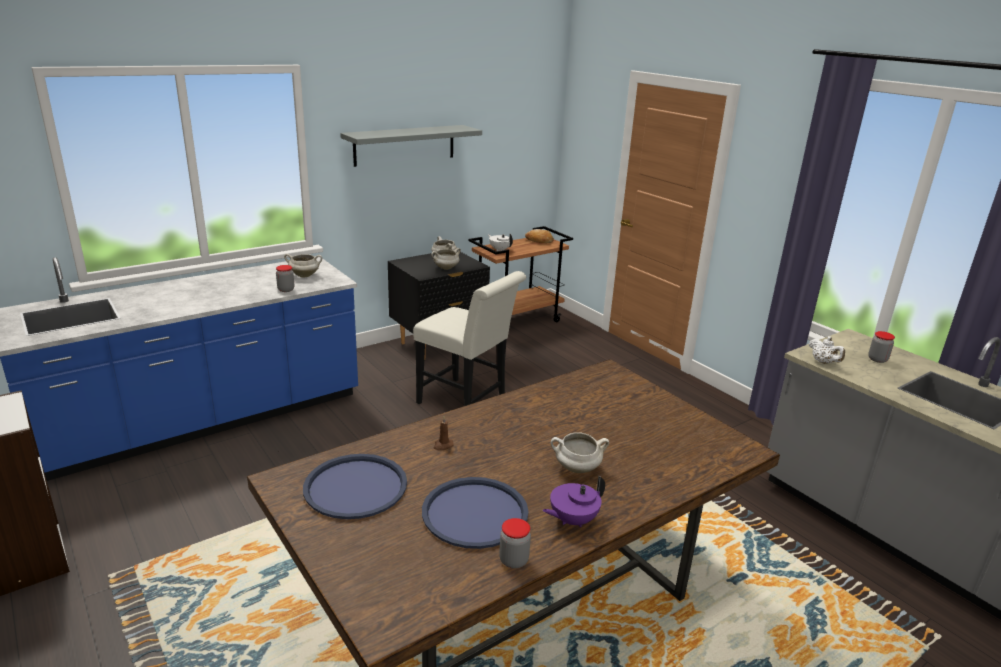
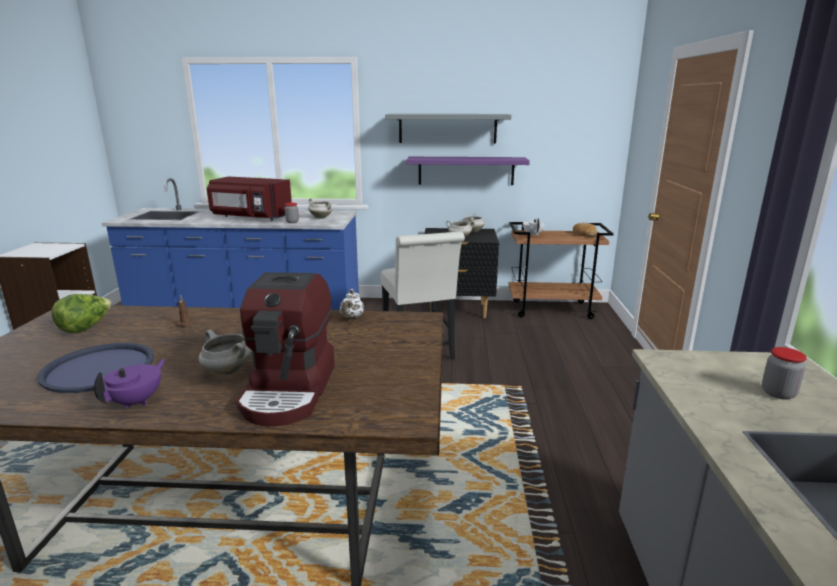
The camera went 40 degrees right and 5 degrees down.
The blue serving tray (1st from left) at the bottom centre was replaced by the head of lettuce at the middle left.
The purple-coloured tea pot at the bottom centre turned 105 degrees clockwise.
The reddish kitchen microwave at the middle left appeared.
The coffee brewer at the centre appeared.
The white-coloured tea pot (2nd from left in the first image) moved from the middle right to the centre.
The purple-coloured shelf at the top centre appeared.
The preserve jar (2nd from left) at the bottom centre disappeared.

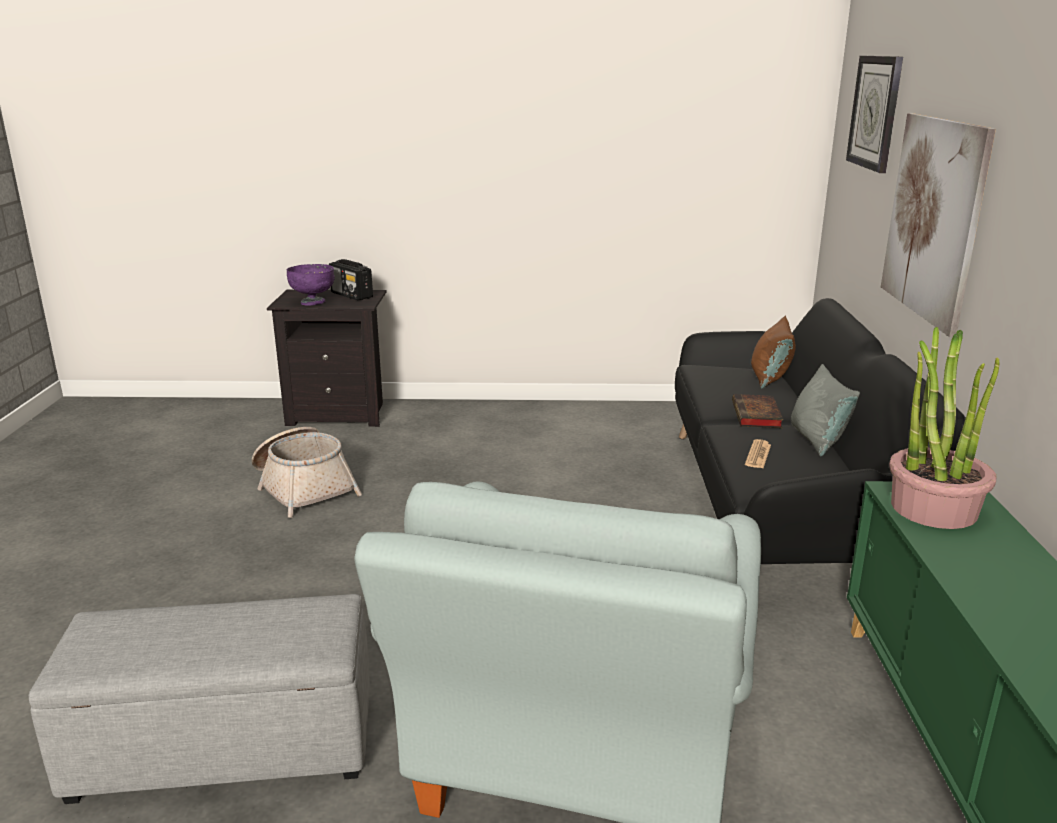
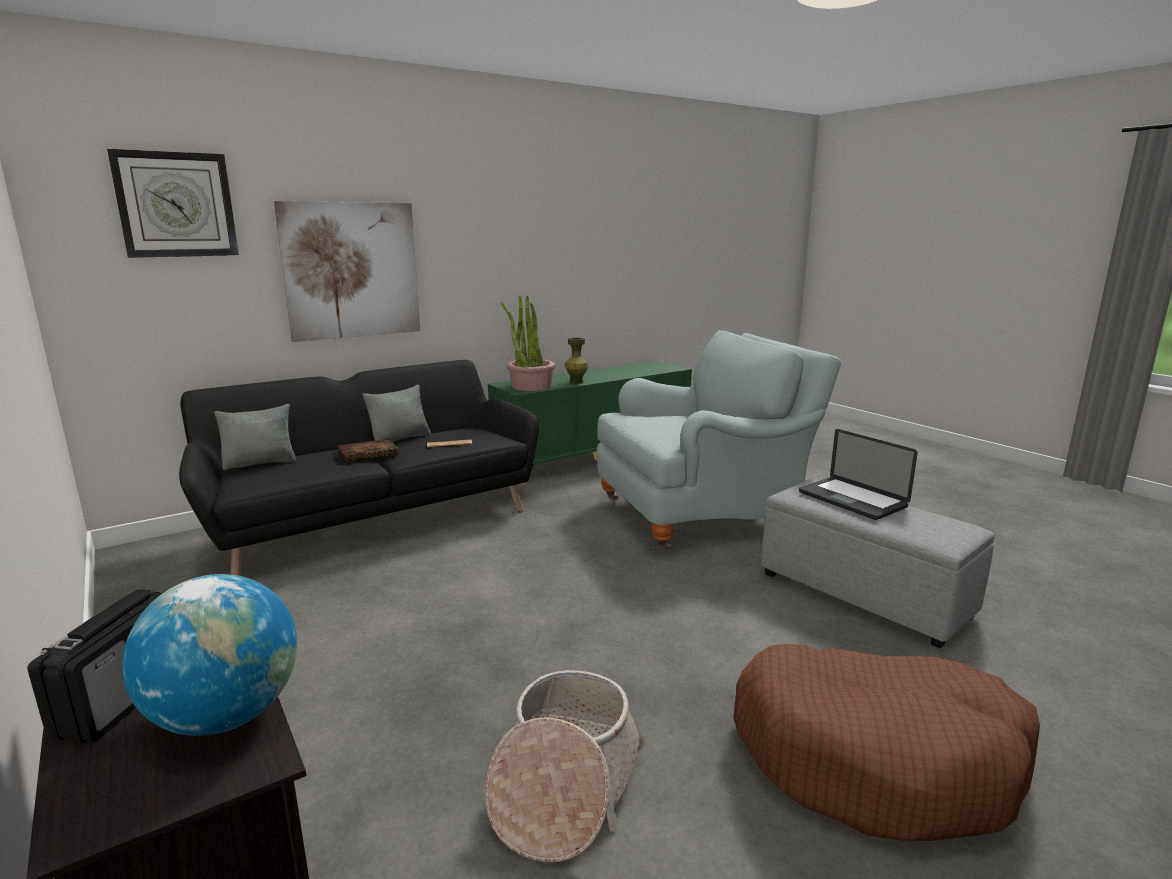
The camera went 125 degrees left and 5 degrees down.
The purple-coloured serving bowl at the middle left was replaced by the globe at the bottom left.
The brown-coloured throw pillow at the middle right became the gray throw pillow (1st from left) at the middle left.
The greenish vase at the centre appeared.
The brown-coloured pet bed at the bottom right appeared.
The portable computer at the middle right appeared.

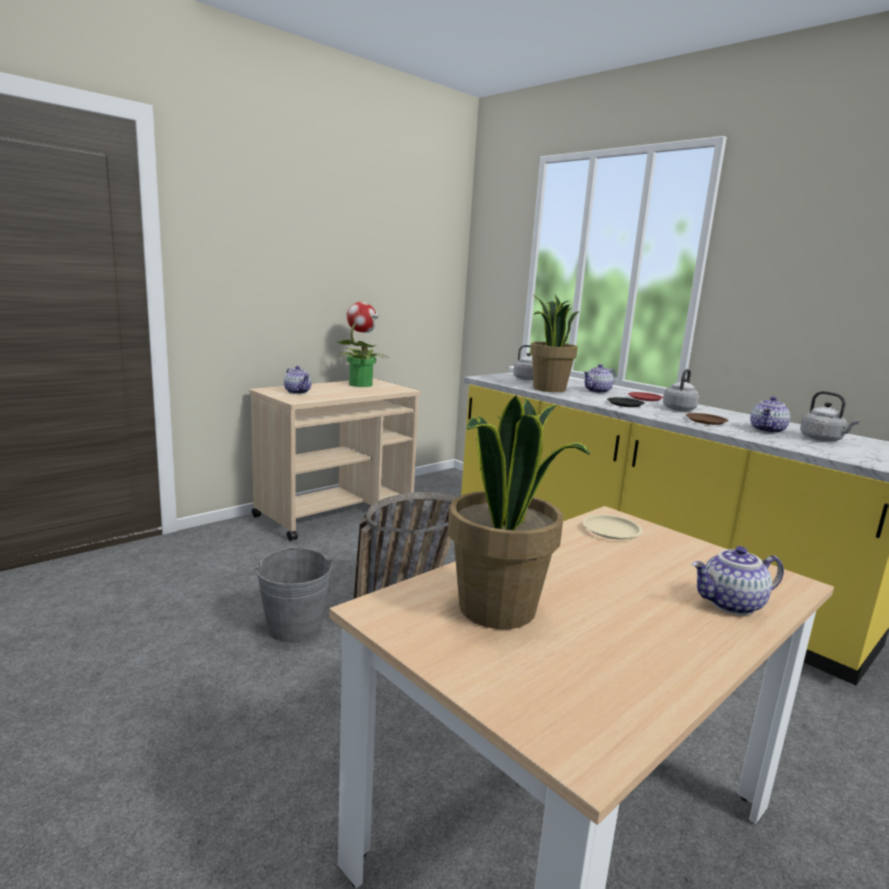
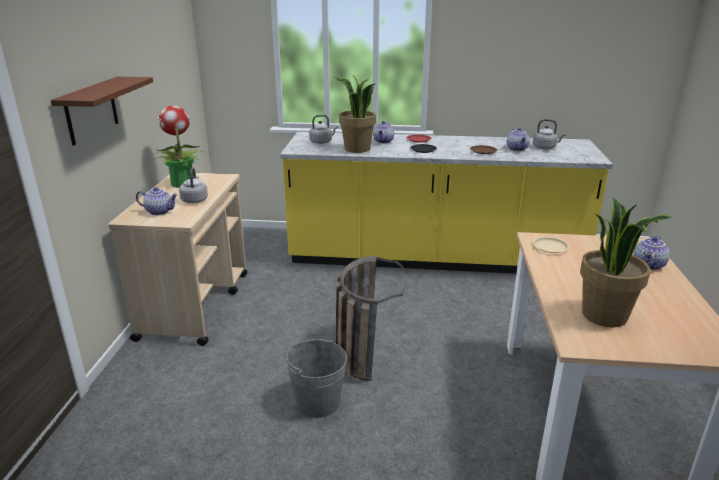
The camera went 40 degrees left and 10 degrees up.
The brown-coloured shelf at the top left appeared.
The gray tea kettle (2nd from left in the first image) moved from the middle right to the middle left.

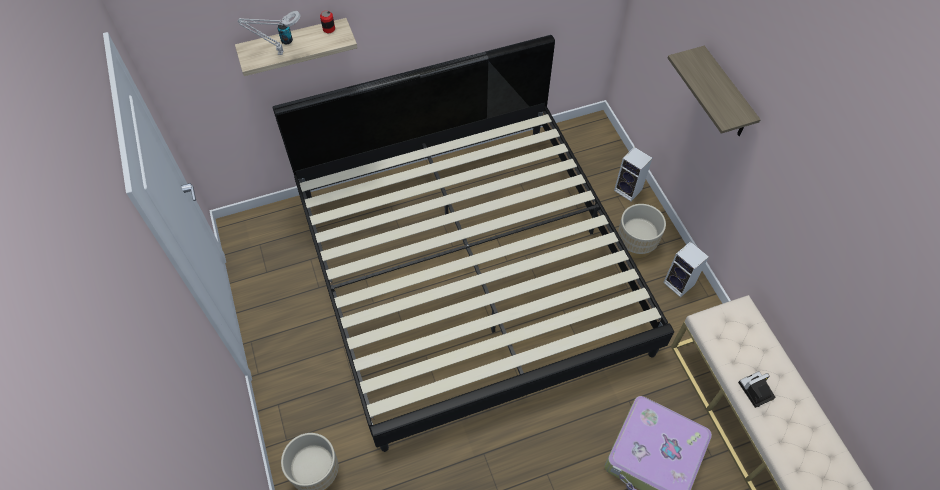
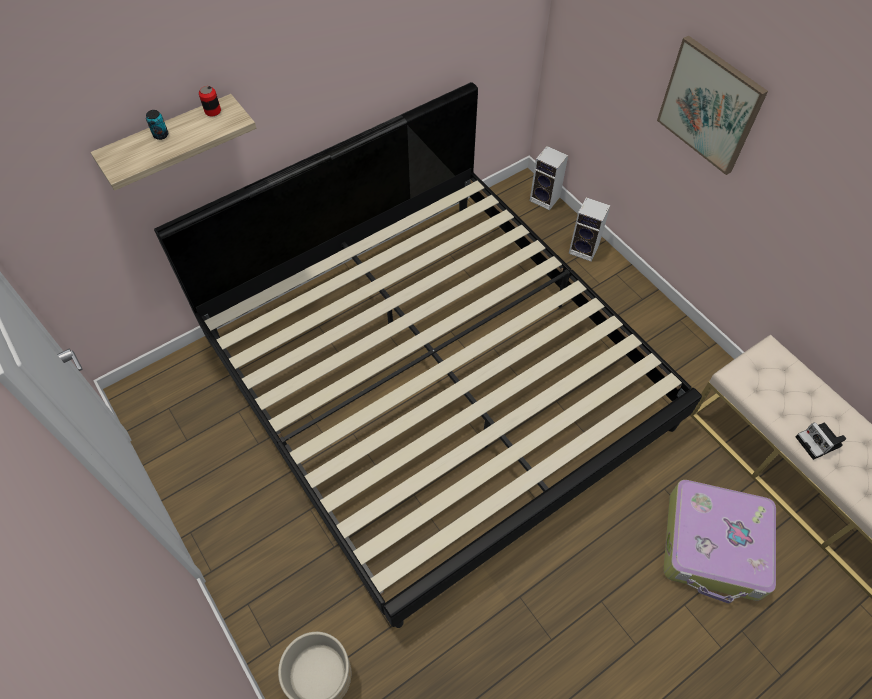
The camera went 15 degrees left and 0 degrees up.
The loudspeaker (2nd from left in the first image) moved from the middle right to the top centre.
The shelf (2nd from left) at the top right was replaced by the wall art at the top right.
The photo camera at the bottom right turned 75 degrees counterclockwise.
The gray lamp for a table at the top left disappeared.
The beige-coloured plant pot (2nd from left) at the middle right disappeared.

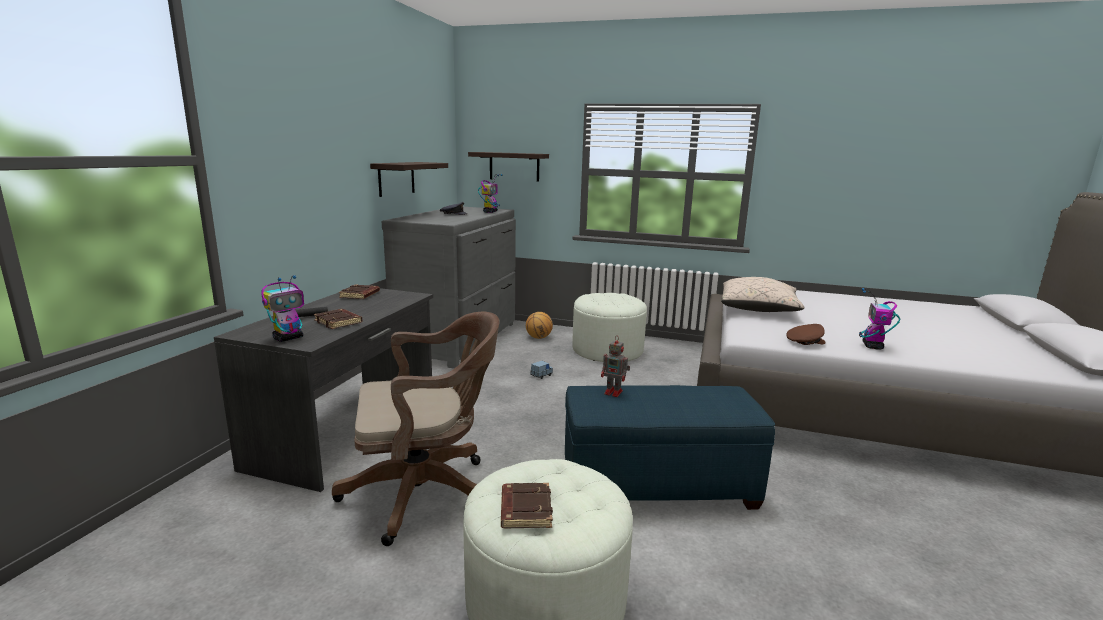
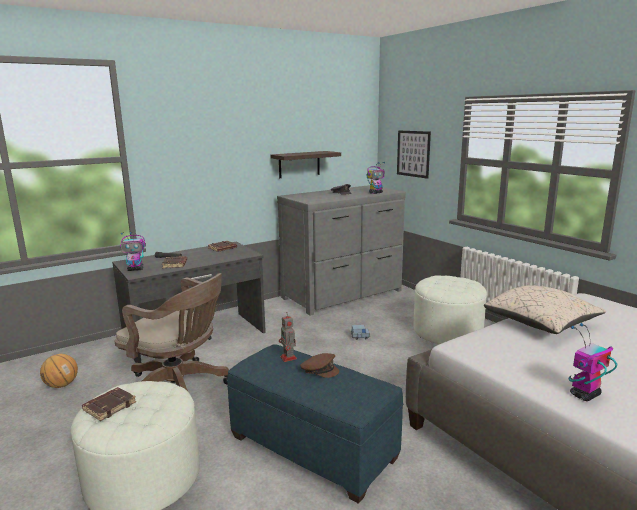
The camera went 40 degrees right and 0 degrees up.
The basketball moved from the centre to the bottom left.
The brown-coloured baseball cap moved from the middle right to the bottom centre.
The shelf (2nd from left) at the top centre was replaced by the wall art at the top centre.

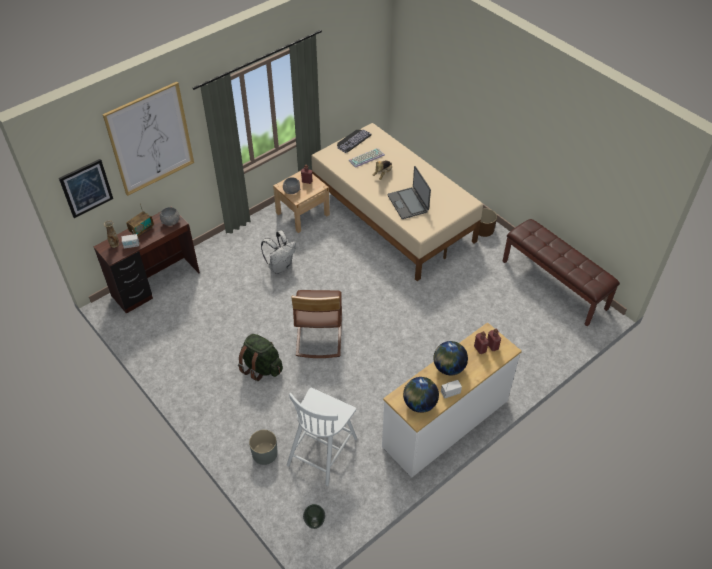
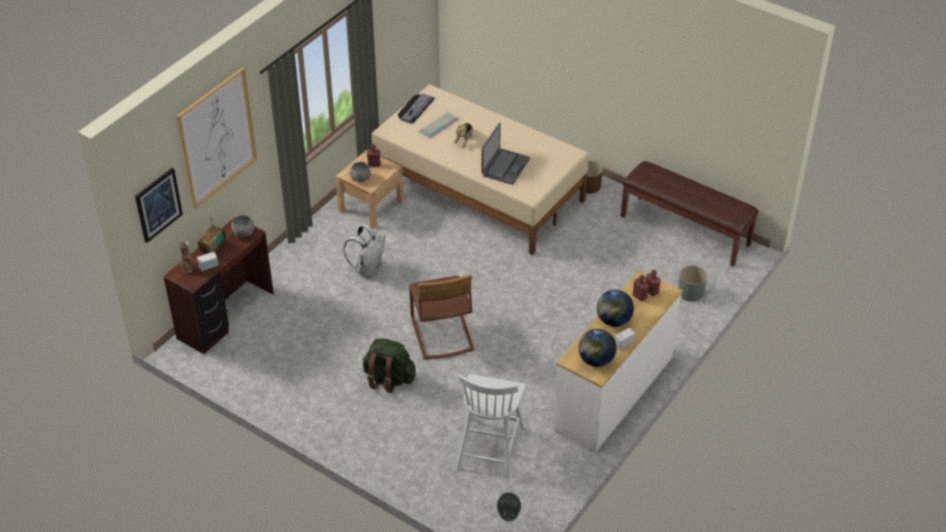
The camera went 15 degrees left and 5 degrees down.
The portable computer at the centre turned 120 degrees counterclockwise.
The gray plant pot moved from the bottom centre to the middle right.

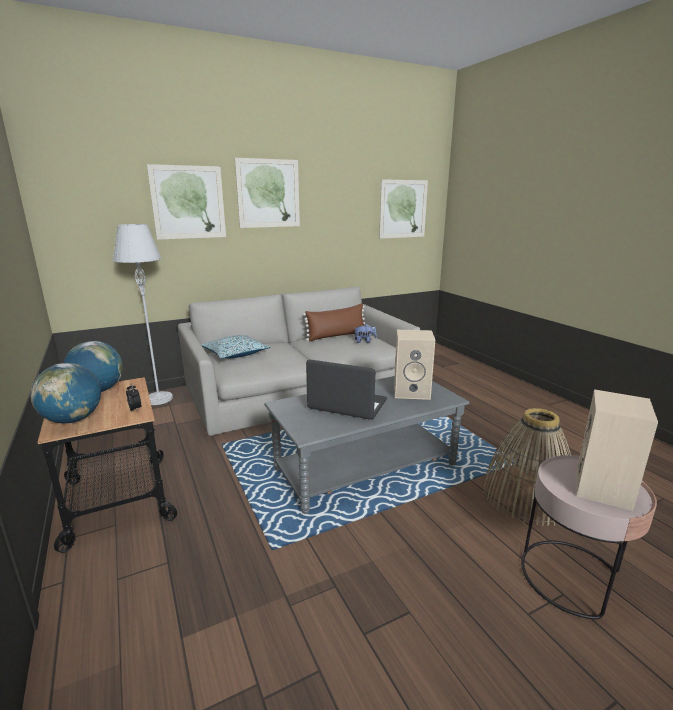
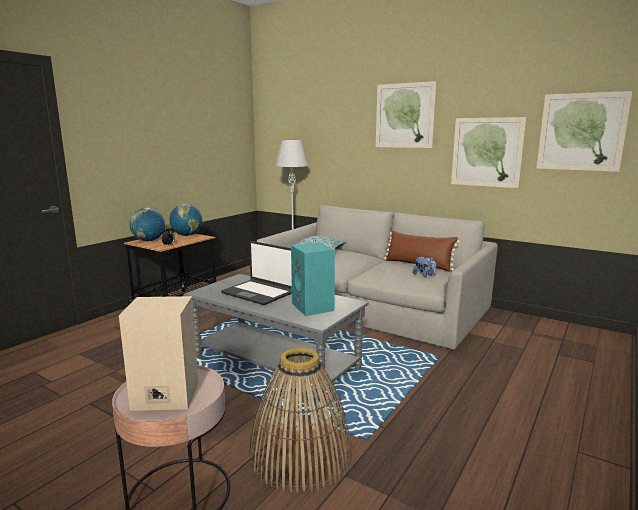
The camera went 60 degrees right and 5 degrees down.
The portable computer at the centre turned 135 degrees clockwise.
The beige-coloured loudspeaker (1st from left) at the centre became the turquoise loudspeaker at the centre.
The wall art (1st from left in the first image) moved from the top left to the top right.

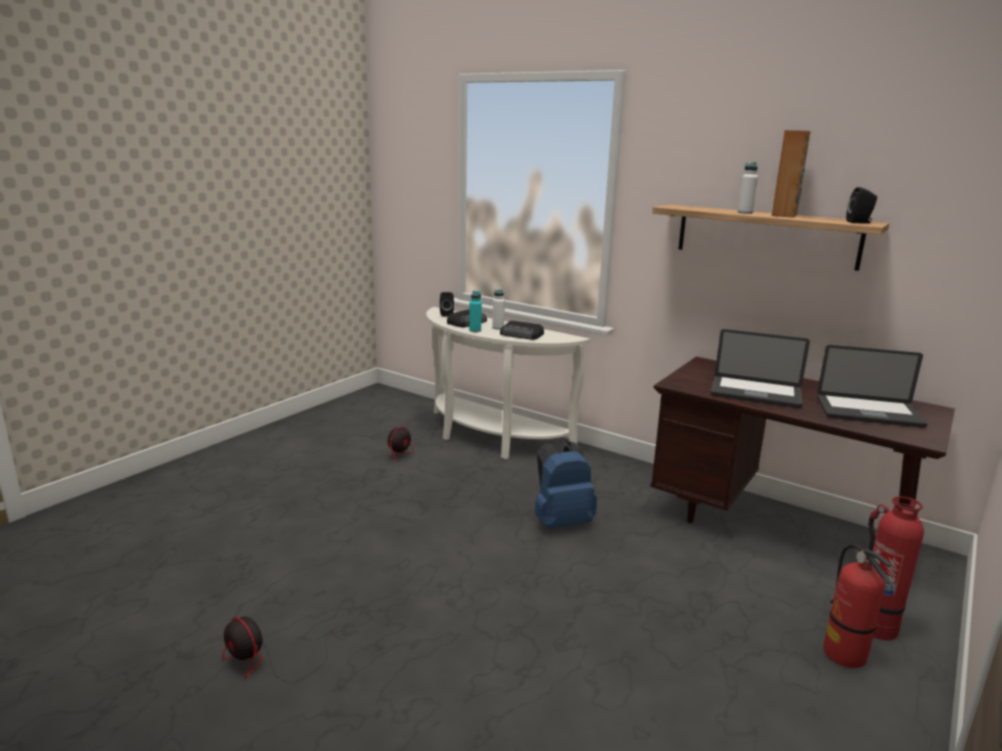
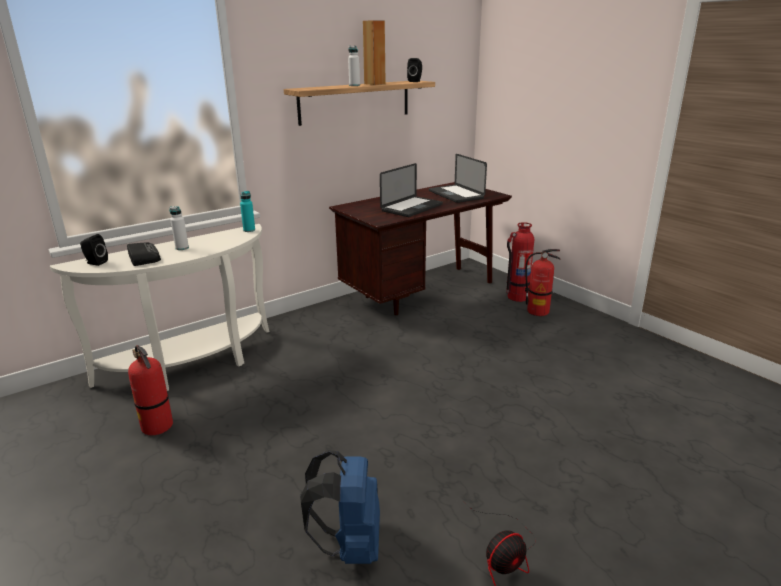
The camera went 70 degrees left and 5 degrees up.
The cooling fan (2nd from left) at the centre was replaced by the fire-fighting cylinder (1st from left) at the middle left.
The turquoise beverage bottle moved from the centre to the middle left.
The blue rucksack moved from the centre to the bottom centre.
The portable computer (2nd from left) at the middle right turned 120 degrees clockwise.
The radio set (2nd from left) at the centre disappeared.

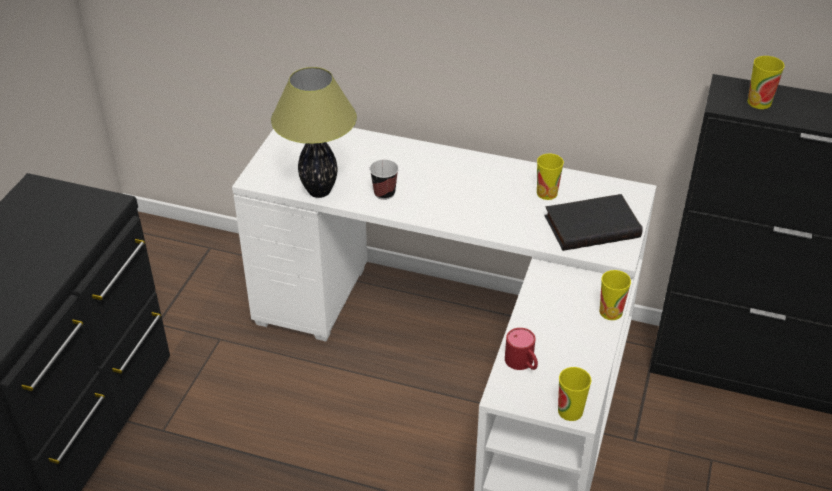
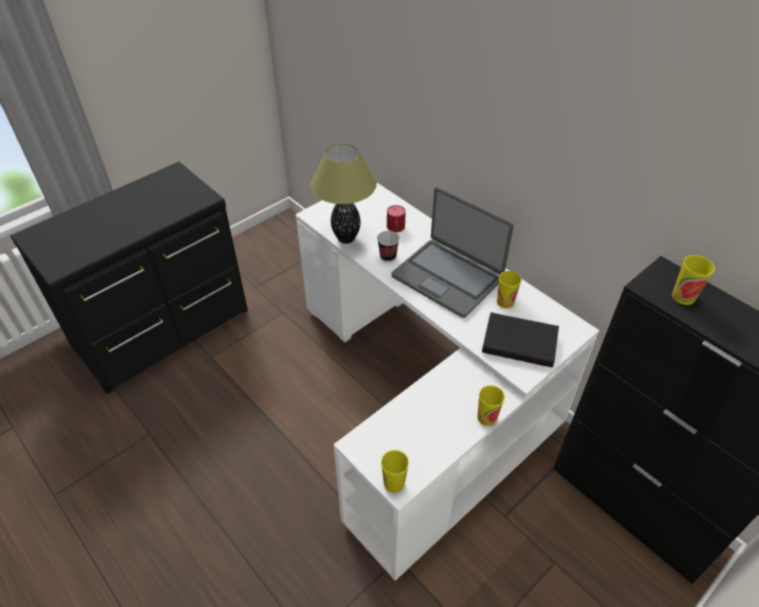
The camera went 30 degrees right and 5 degrees up.
The reddish coffee mug moved from the bottom centre to the centre.
The portable computer at the centre appeared.

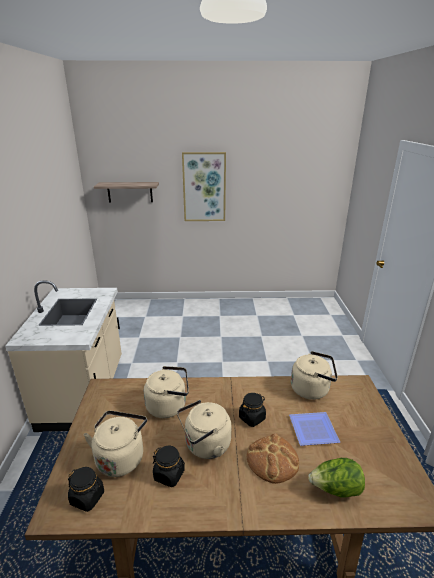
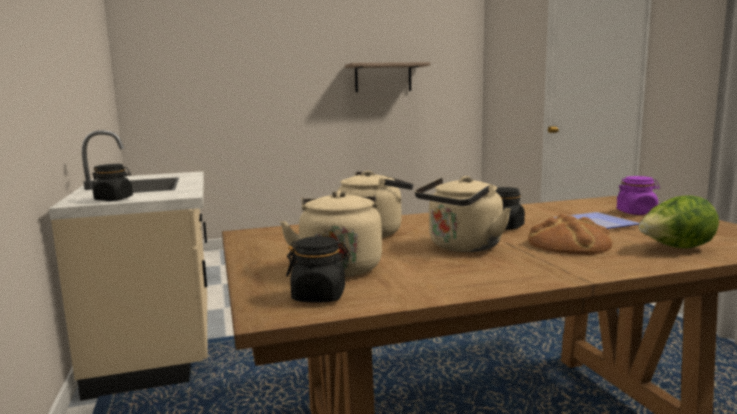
The camera went 15 degrees left and 15 degrees down.
The blackish preserve jar (2nd from left in the first image) moved from the bottom centre to the middle left.
The shelf moved from the top left to the top centre.
The purple-coloured preserve jar at the middle right appeared.
The wall art at the top centre disappeared.
The beige-coloured tea kettle (4th from left) at the middle right disappeared.

